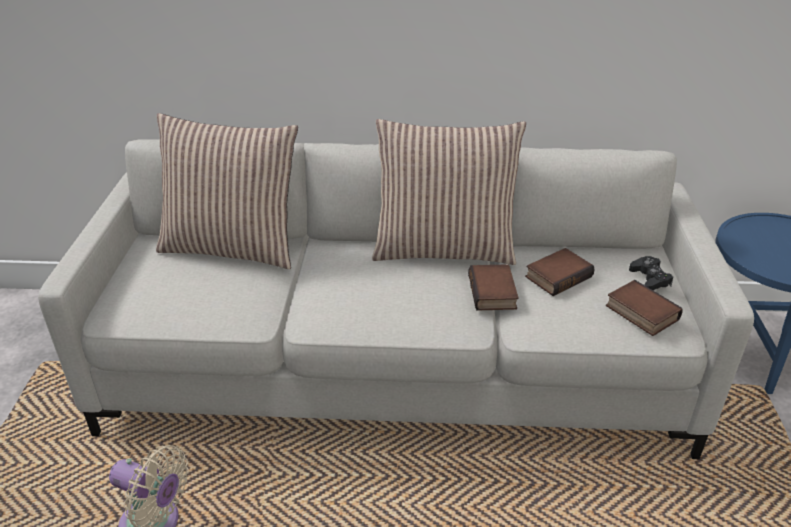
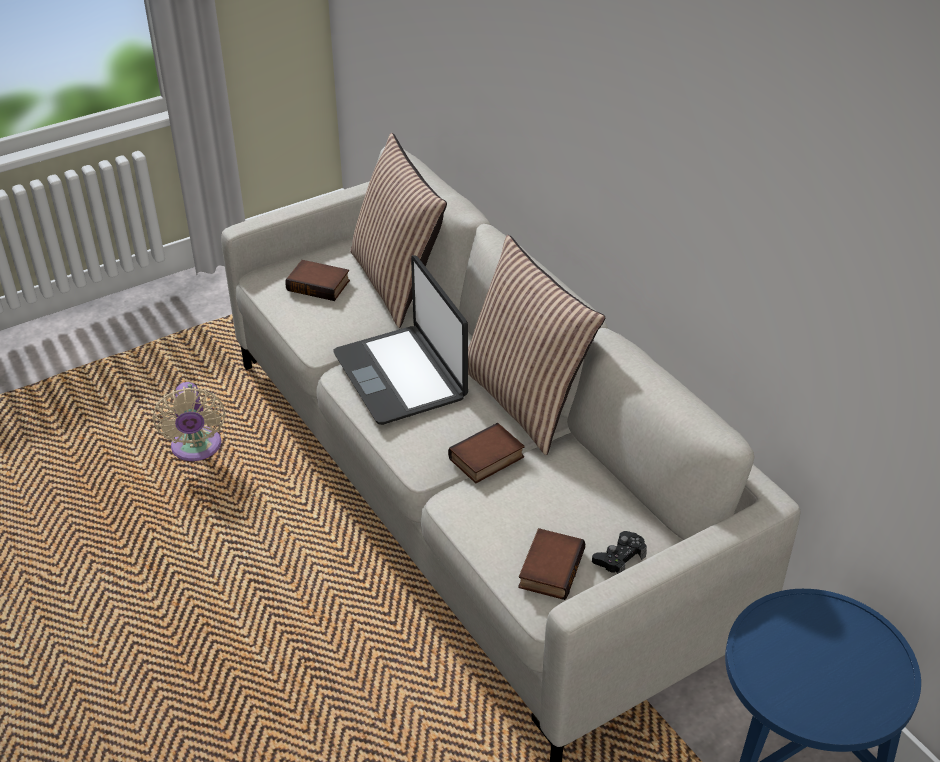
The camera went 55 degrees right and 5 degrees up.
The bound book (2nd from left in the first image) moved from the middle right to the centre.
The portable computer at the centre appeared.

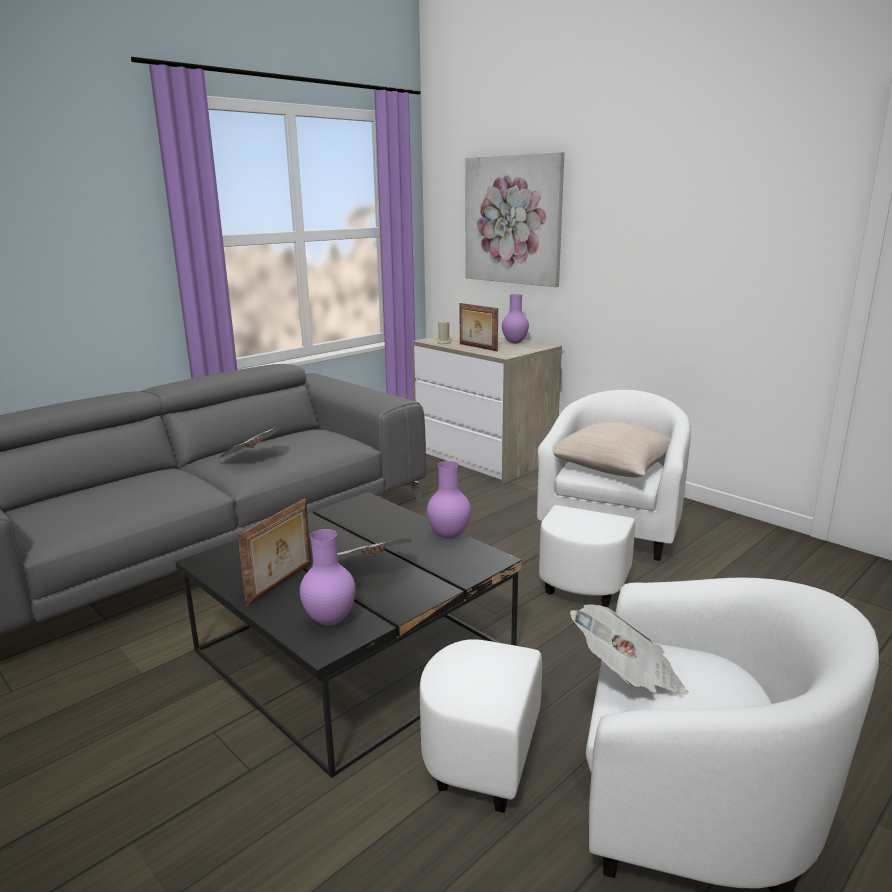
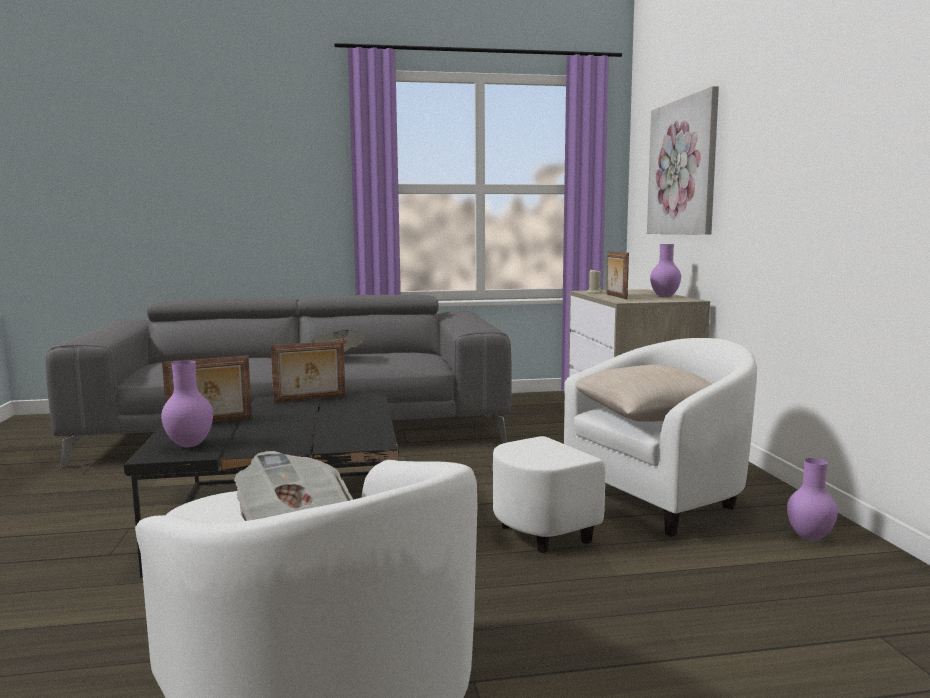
The camera went 35 degrees right and 10 degrees down.
The picture frame (2nd from left) at the middle left appeared.
The purple-coloured vase (2nd from left in the first image) moved from the centre to the bottom right.
The printed paper (2nd from left) at the centre disappeared.

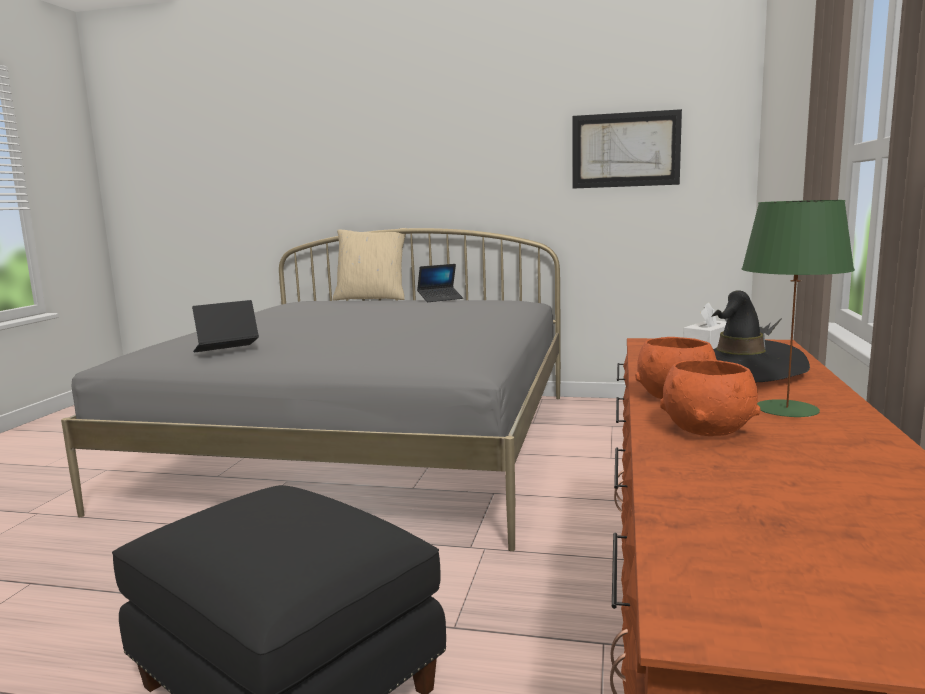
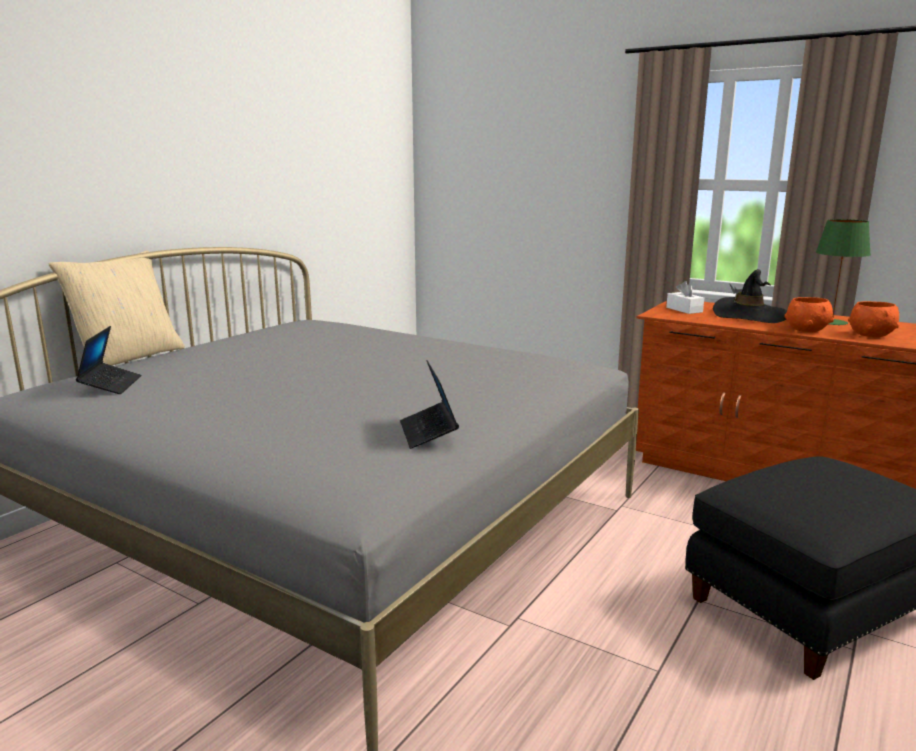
The camera went 70 degrees left and 5 degrees up.
The portable computer (2nd from left in the first image) moved from the centre to the middle left.
The wall art at the top right disappeared.

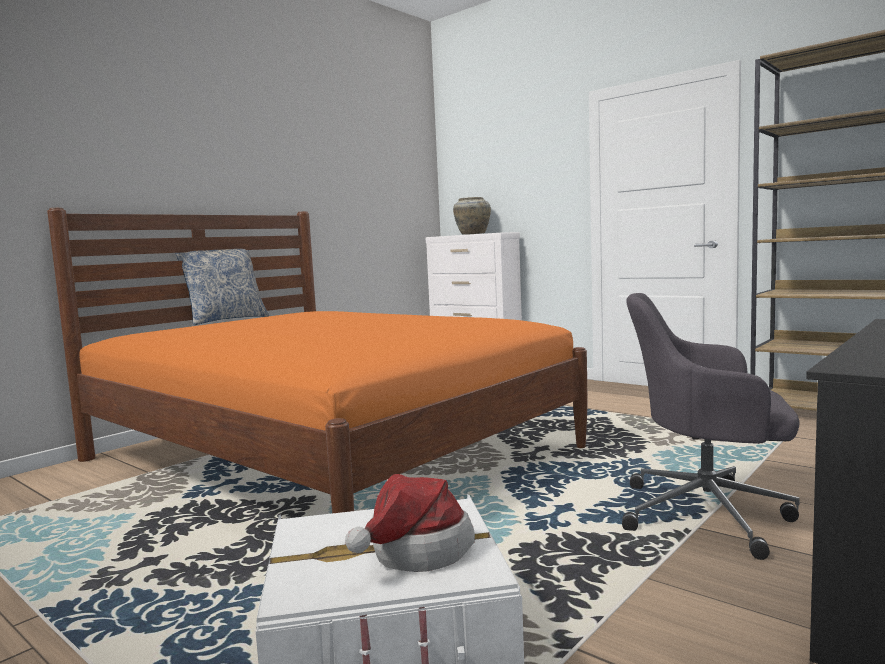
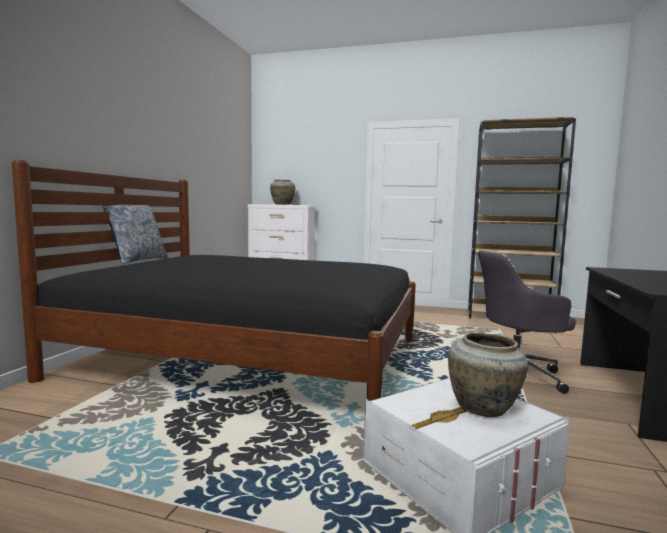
The camera went 25 degrees left and 0 degrees up.
The orange bedroom bed at the centre became the blackish bedroom bed at the middle left.
The clothing hat at the bottom centre was replaced by the beige-coloured vase (2nd from left) at the bottom right.

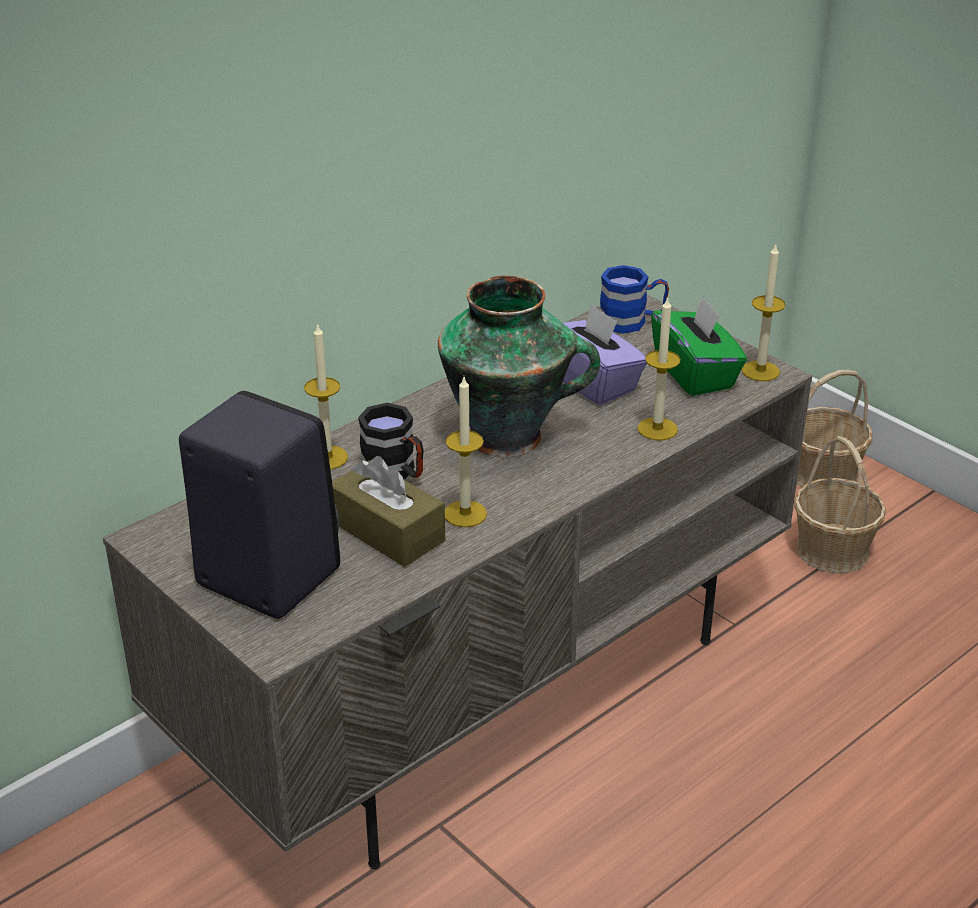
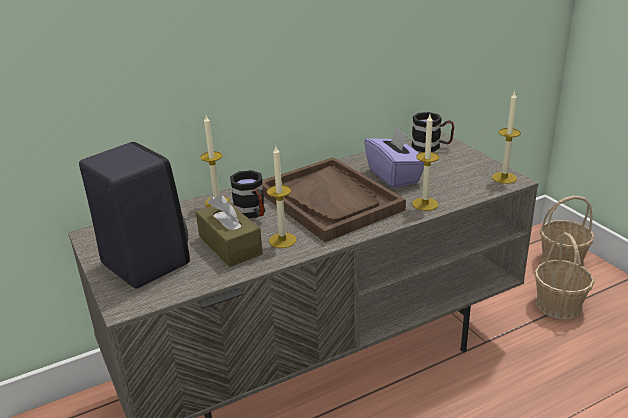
The camera went 15 degrees right and 5 degrees down.
The vase at the centre was replaced by the brown-coloured serving tray at the centre.
The blue coffee mug at the top centre became the blackish coffee mug (2nd from left) at the top right.
The greenish tissue holder at the middle right disappeared.

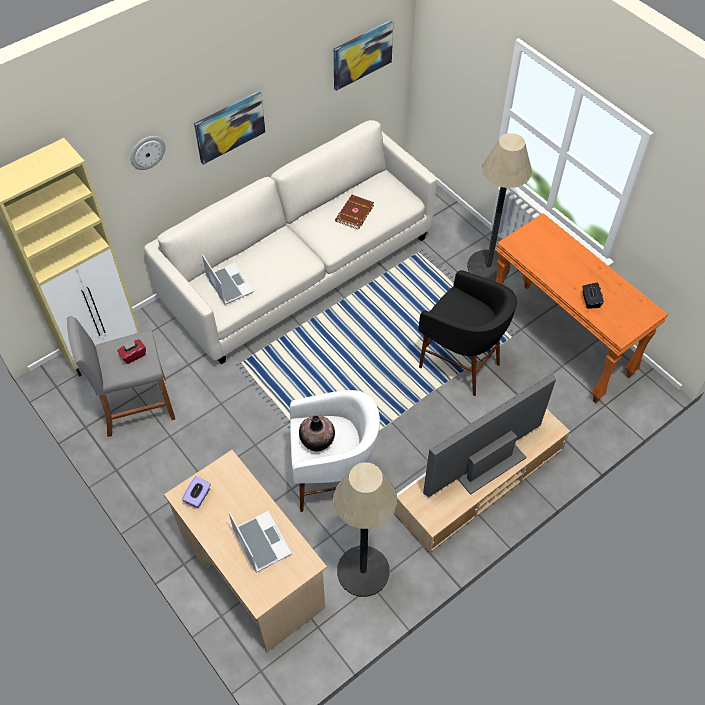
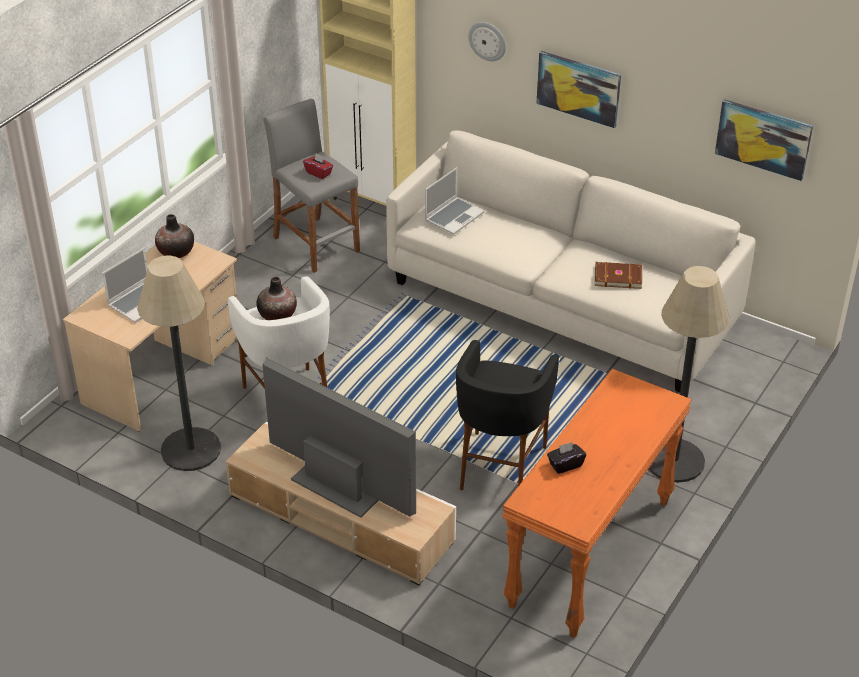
The camera went 70 degrees right and 15 degrees down.
The purple-coloured tissue holder at the bottom left was replaced by the vase (1st from left) at the middle left.

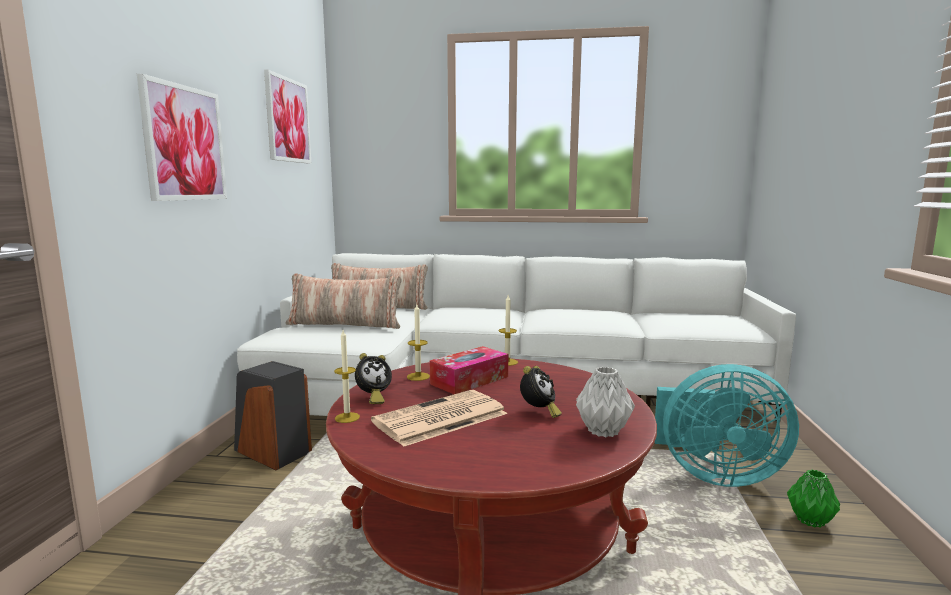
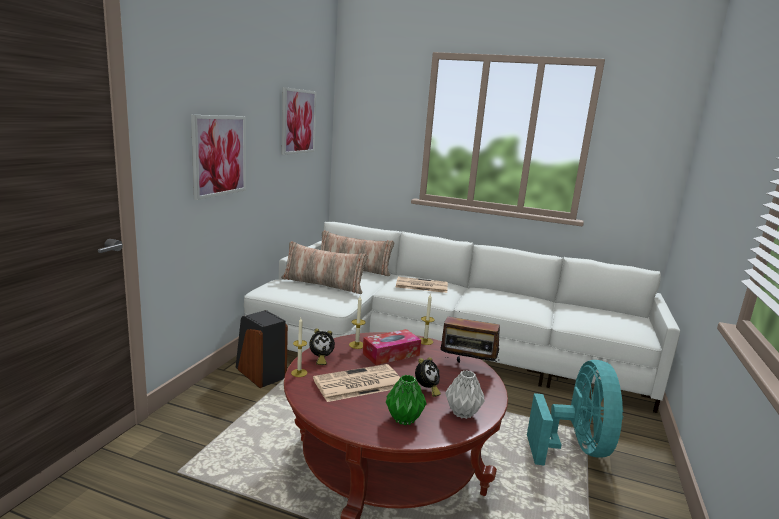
The camera went 10 degrees right and 5 degrees up.
The greenish vase moved from the bottom right to the bottom centre.
The printed paper (2nd from left) at the centre appeared.
The radio set at the centre appeared.
The turquoise cooling fan at the bottom right turned 105 degrees counterclockwise.

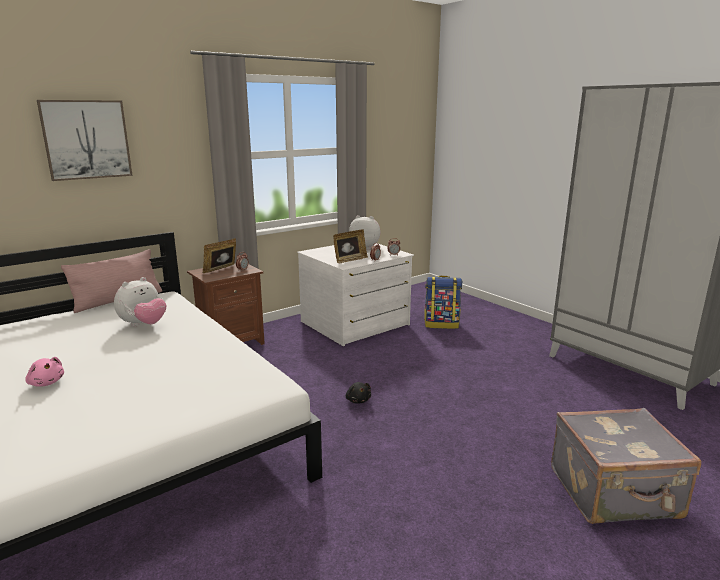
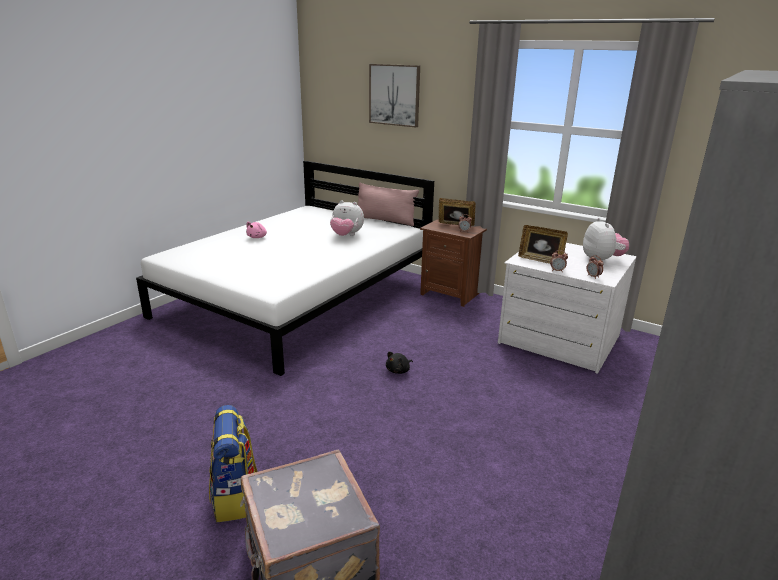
The camera went 70 degrees right and 5 degrees up.
The rucksack moved from the centre to the bottom left.

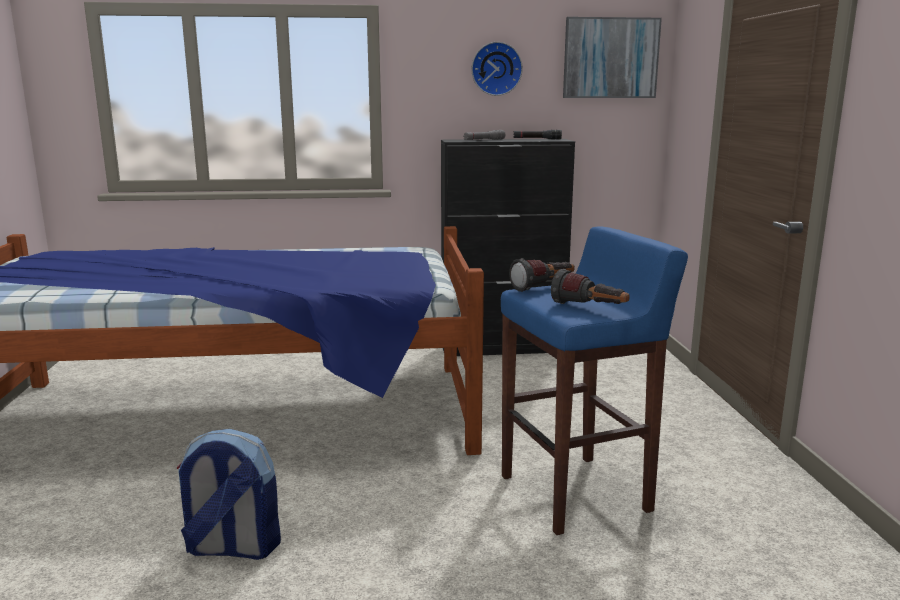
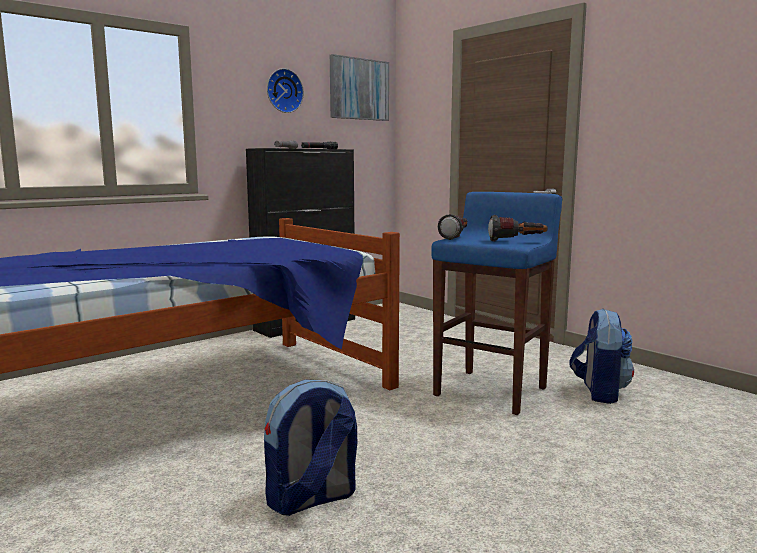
The camera went 35 degrees left and 5 degrees down.
The rucksack (2nd from left) at the middle right appeared.

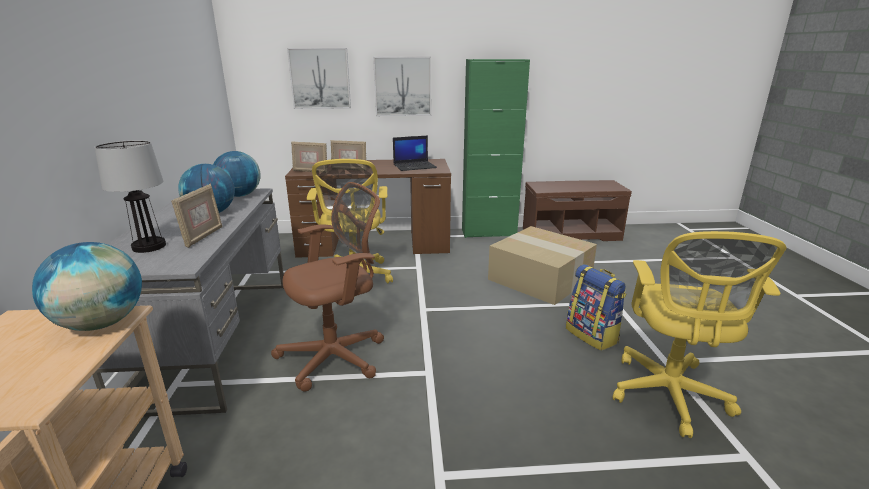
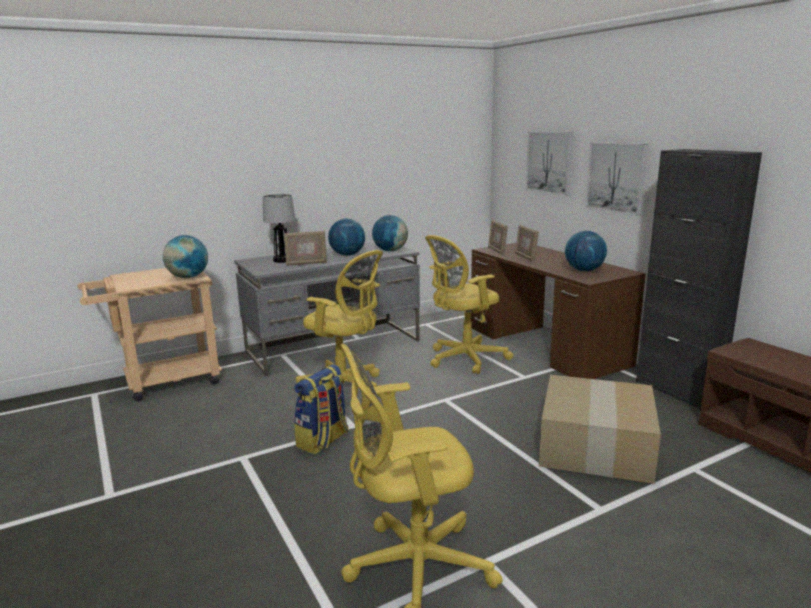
The camera went 65 degrees right and 5 degrees down.
The rucksack moved from the middle right to the bottom centre.
The brown-coloured desk chair at the centre became the yellow desk chair (1st from left) at the centre.
The portable computer at the top centre was replaced by the globe (4th from left) at the middle right.
The greenish cupboard at the top centre became the blackish cupboard at the middle right.

